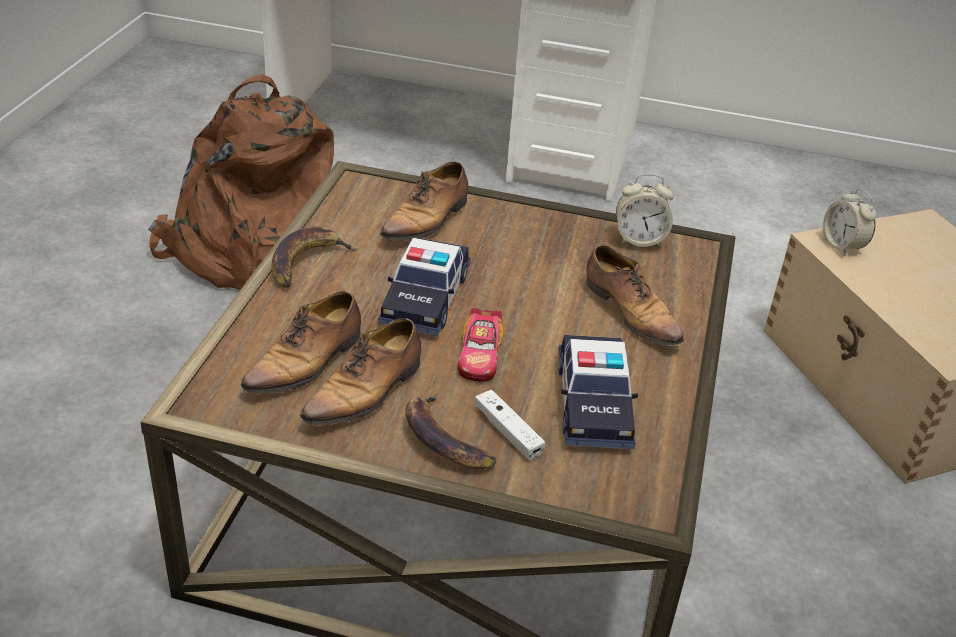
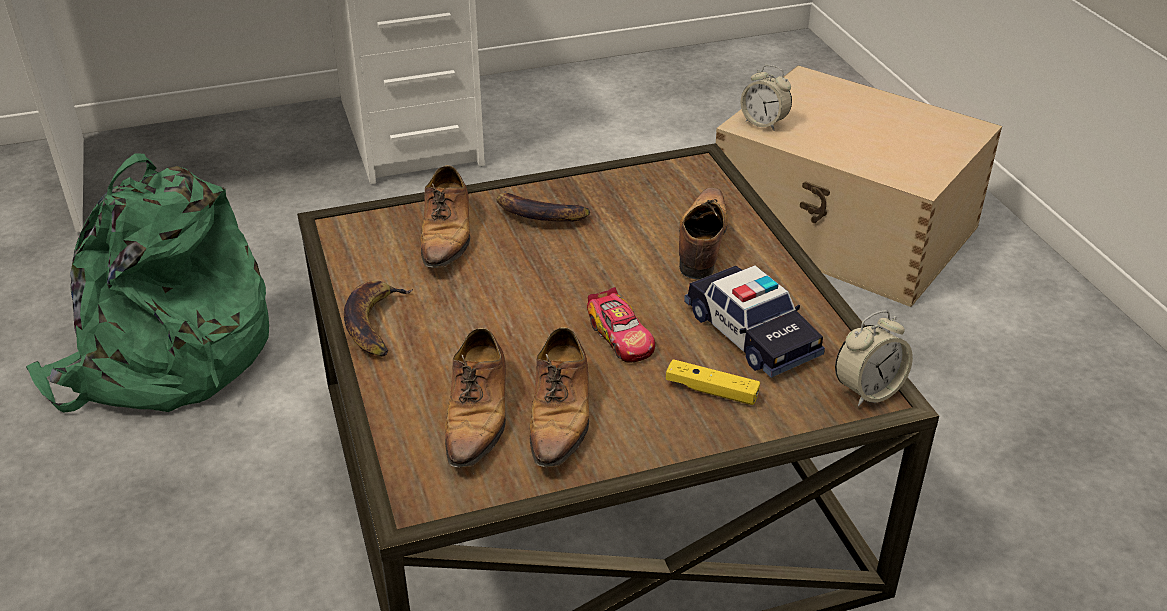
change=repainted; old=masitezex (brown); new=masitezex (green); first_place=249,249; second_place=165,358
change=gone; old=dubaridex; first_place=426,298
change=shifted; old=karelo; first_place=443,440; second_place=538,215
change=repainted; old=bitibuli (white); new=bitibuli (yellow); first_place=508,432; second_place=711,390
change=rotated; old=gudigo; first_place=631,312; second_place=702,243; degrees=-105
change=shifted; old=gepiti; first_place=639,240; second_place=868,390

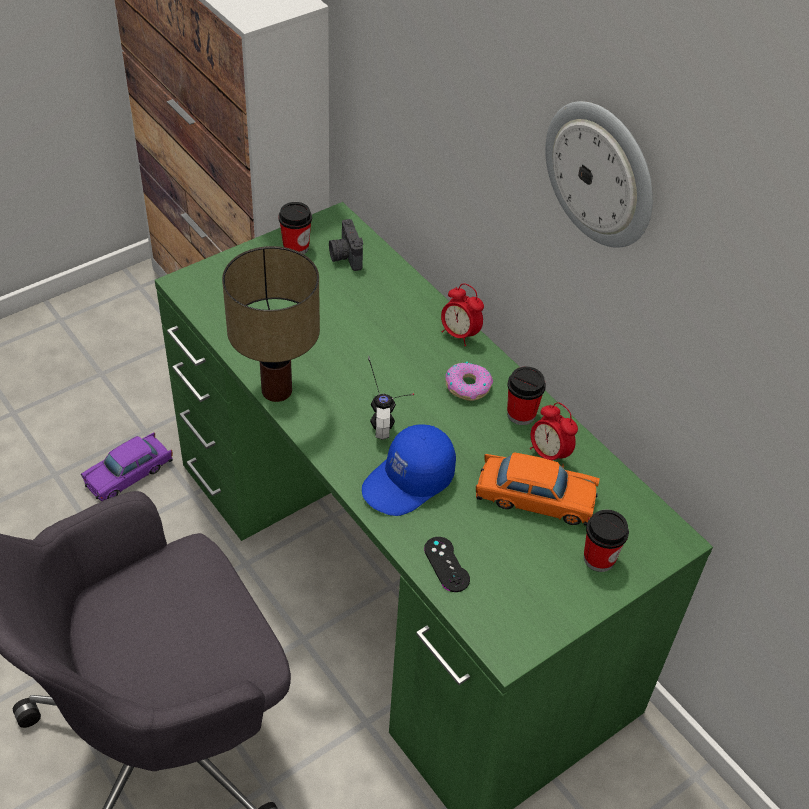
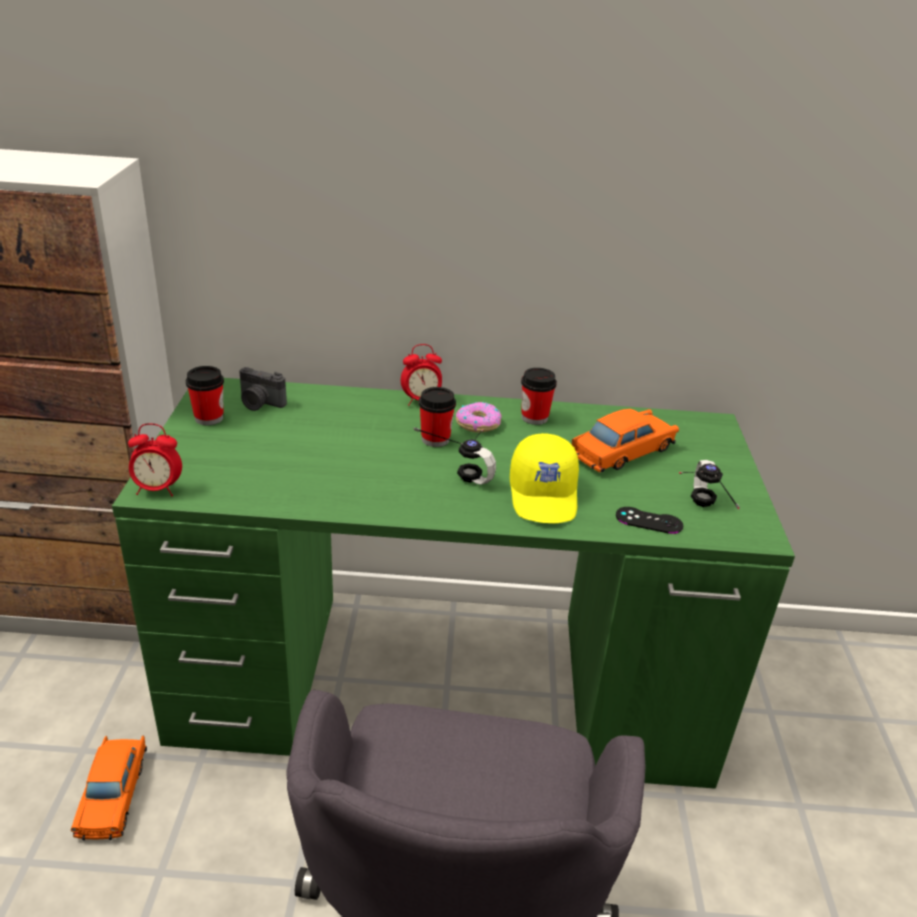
change=repainted; old=dubaridex (purple); new=dubaridex (orange); first_place=129,474; second_place=114,794
change=gone; old=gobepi; first_place=275,391
change=repainted; old=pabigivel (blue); new=pabigivel (yellow); first_place=409,482; second_place=545,495
change=shifted; old=gepiti; first_place=548,454; second_place=158,489
change=gone; old=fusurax; first_place=601,174
change=shifted; old=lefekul; first_place=599,558; second_place=435,439
change=new; new=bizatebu; second_place=696,511

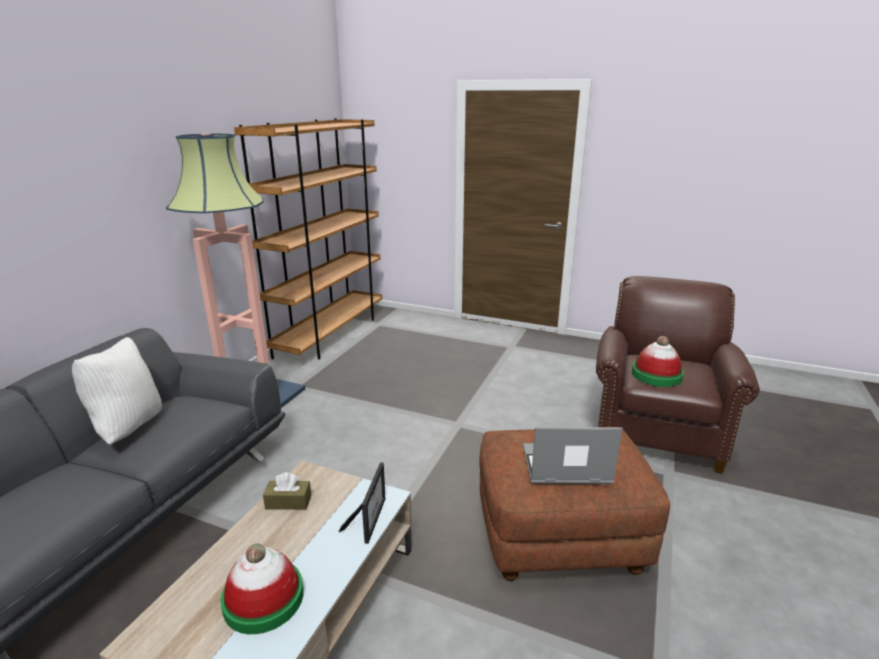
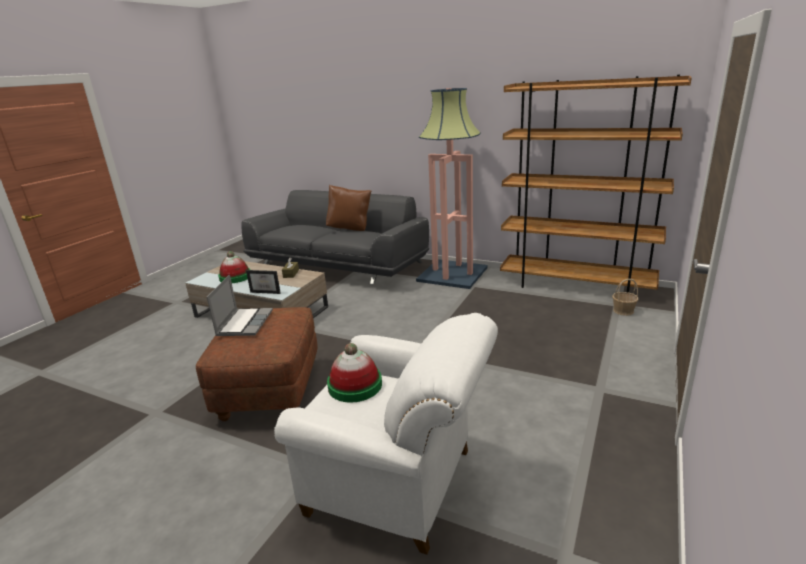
change=repainted; old=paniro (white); new=paniro (brown); first_place=128,427; second_place=350,229
change=repainted; old=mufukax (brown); new=mufukax (white); first_place=656,428; second_place=399,483
change=new; new=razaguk; second_place=623,311

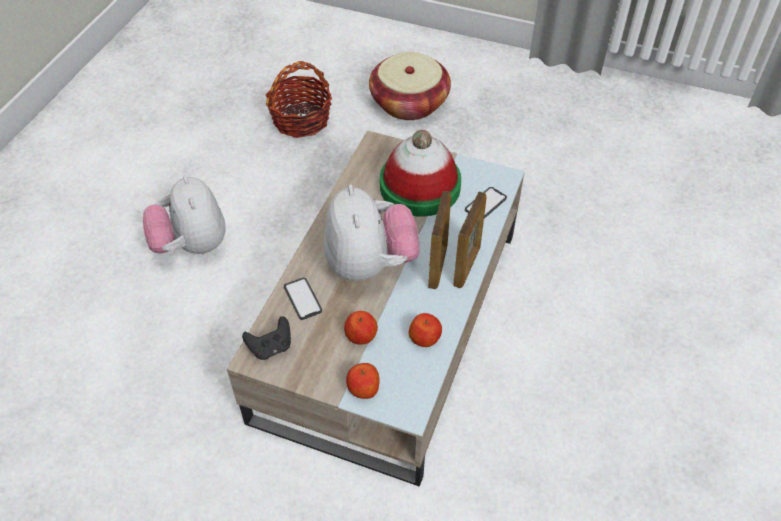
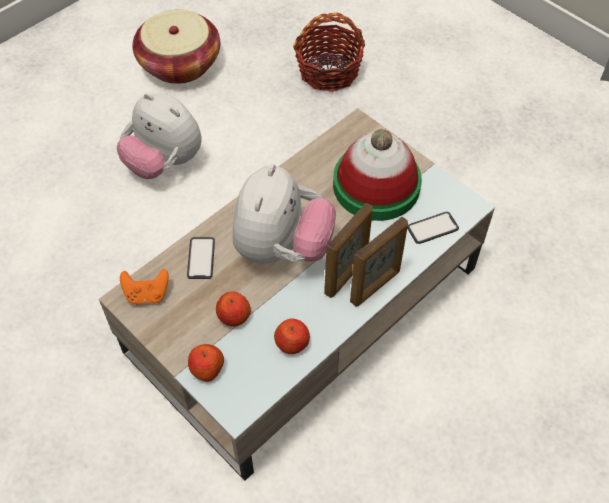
change=rotated; old=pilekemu; first_place=191,245; second_place=164,163; degrees=-60
change=repainted; old=bitibuli (black); new=bitibuli (orange); first_place=271,347; second_place=147,294
change=shifted; old=razaguk; first_place=409,103; second_place=180,64

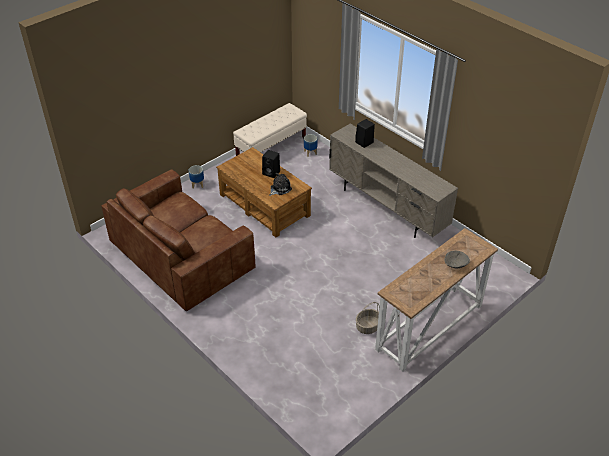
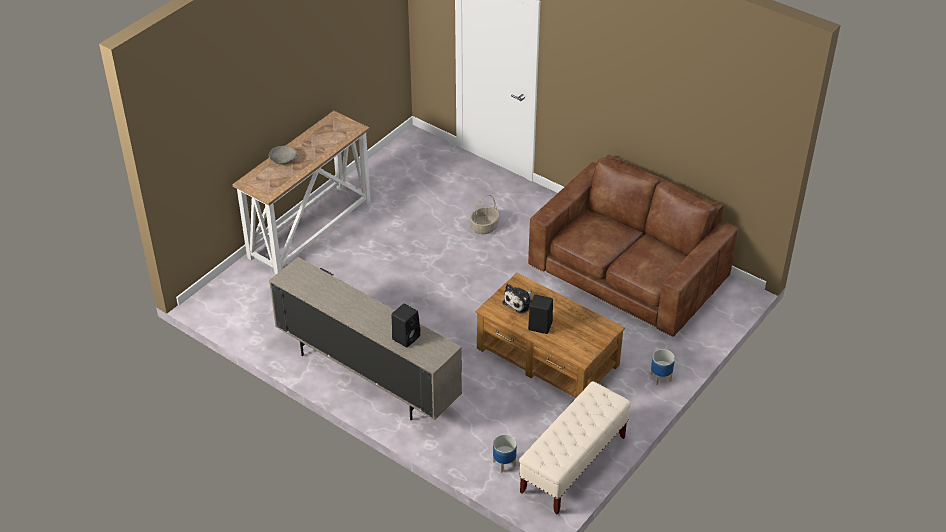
change=shifted; old=razaguk; first_place=368,326; second_place=484,227

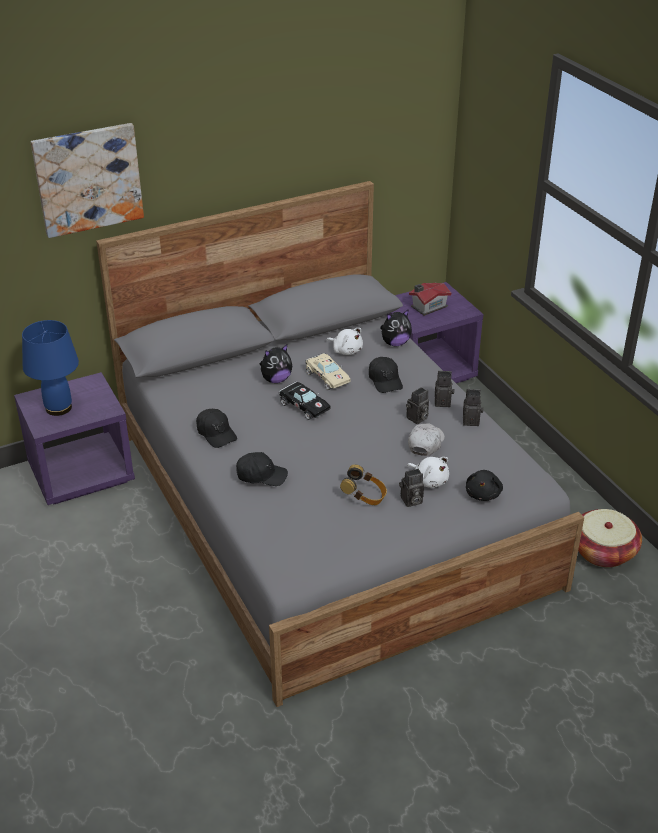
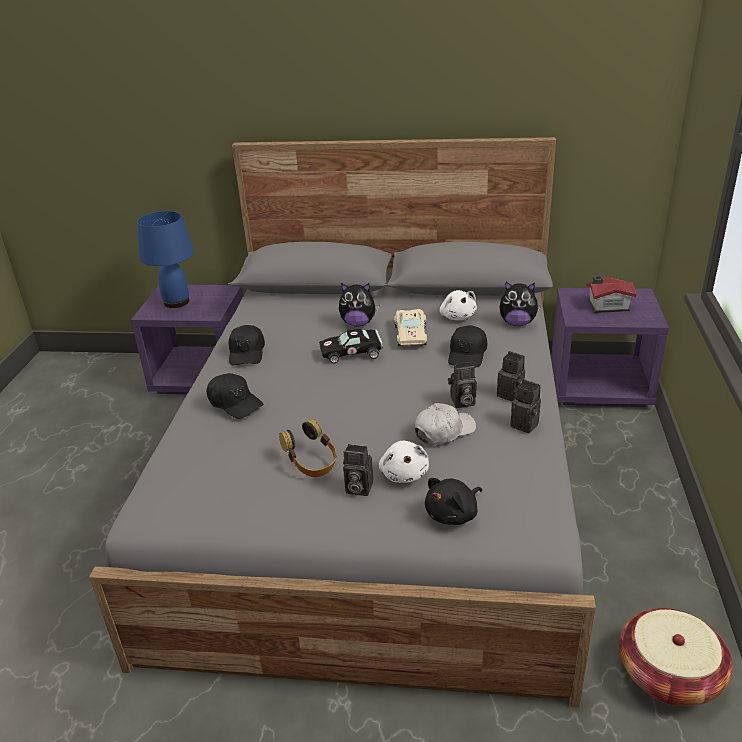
change=gone; old=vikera; first_place=88,179
change=rotated; old=dubaridex (black); first_place=303,406; second_place=354,353; degrees=90

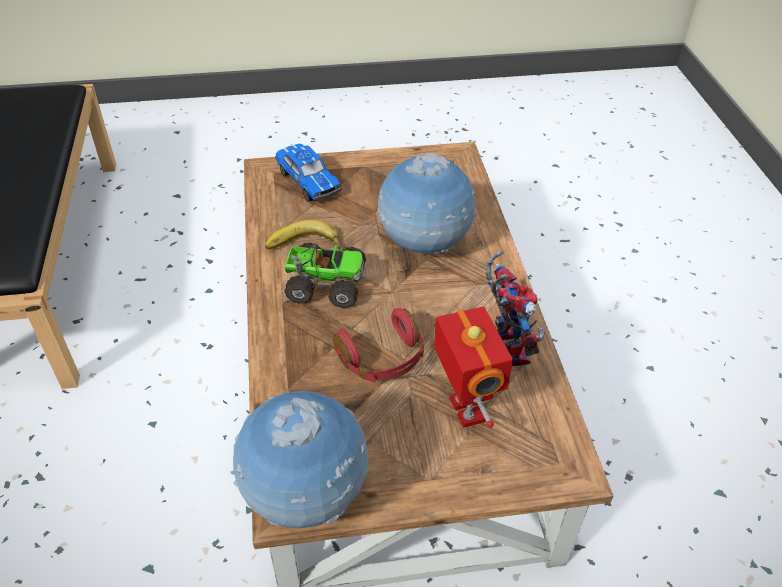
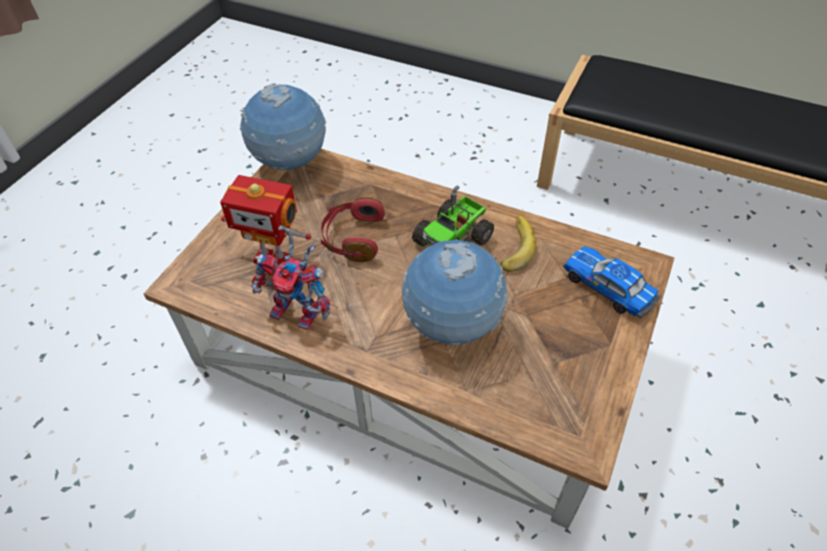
change=rotated; old=dubaridex; first_place=308,180; second_place=608,288; degrees=45

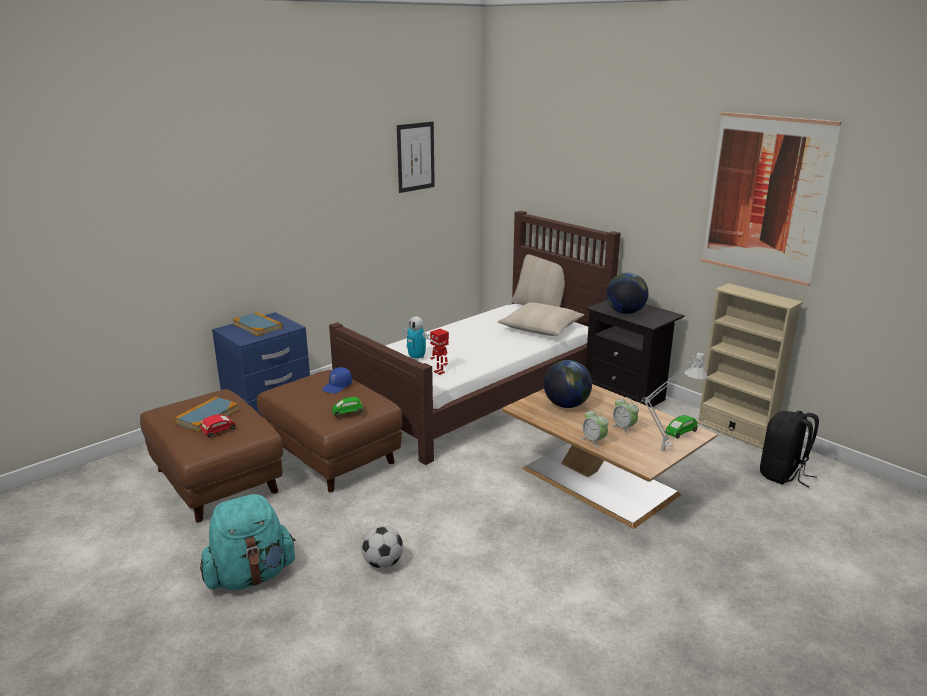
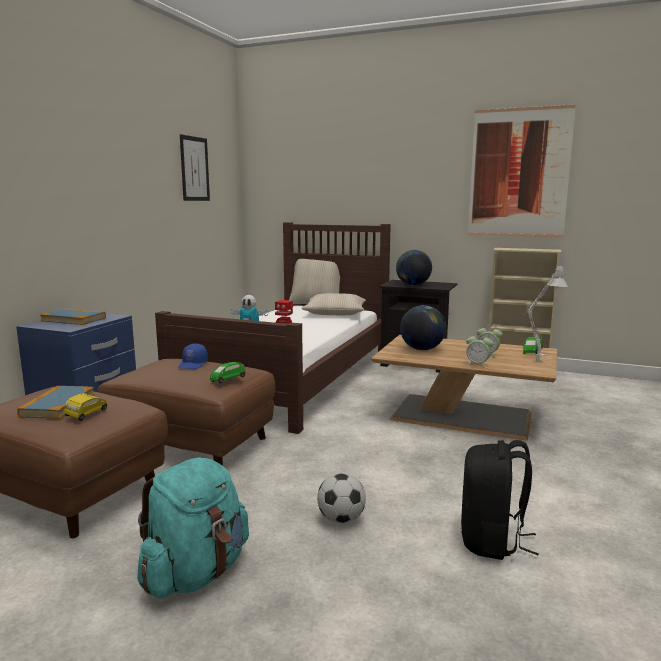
change=repainted; old=dubaridex (red); new=dubaridex (yellow); first_place=219,431; second_place=87,414
change=shifted; old=masitezex (black); first_place=783,474; second_place=492,541

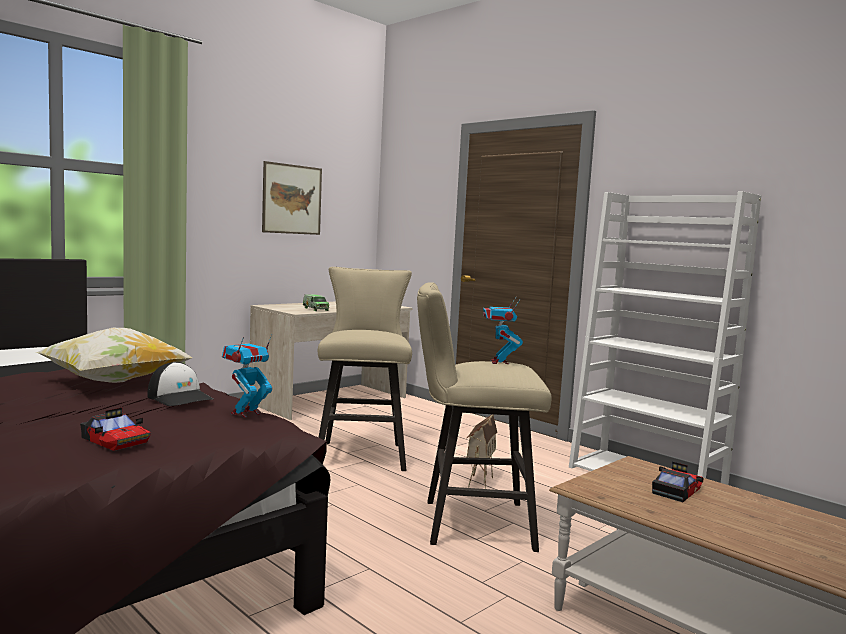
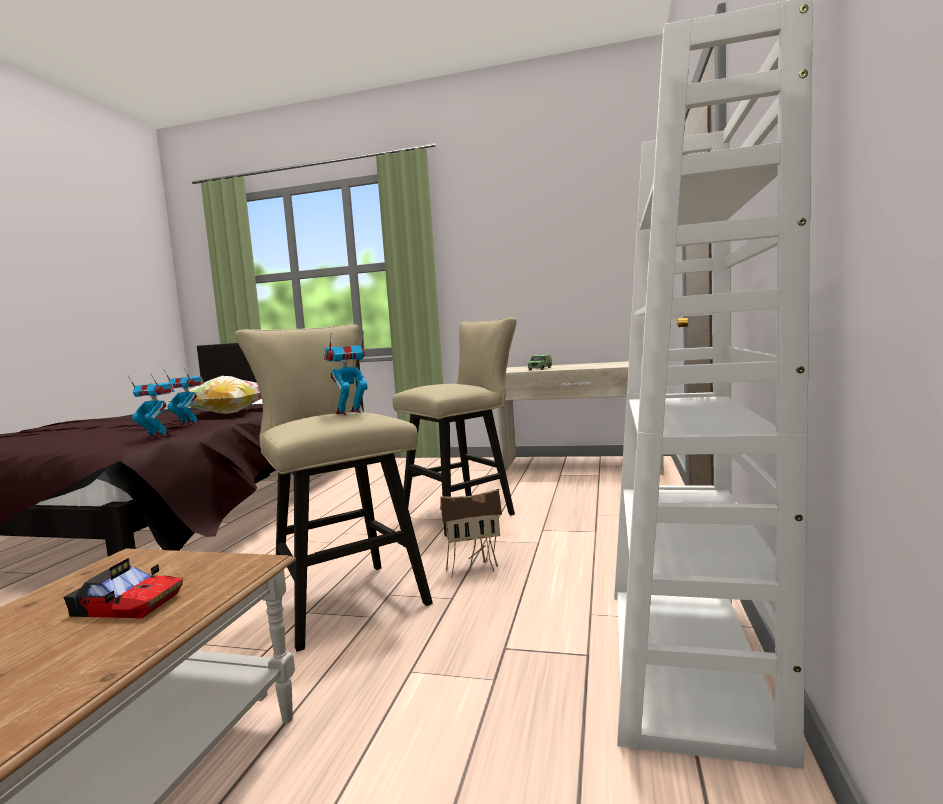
change=gone; old=dubaridex; first_place=115,440
change=swapped; old=pabigivel; new=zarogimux; first_place=180,397; second_place=189,423
change=gone; old=vikera; first_place=292,199

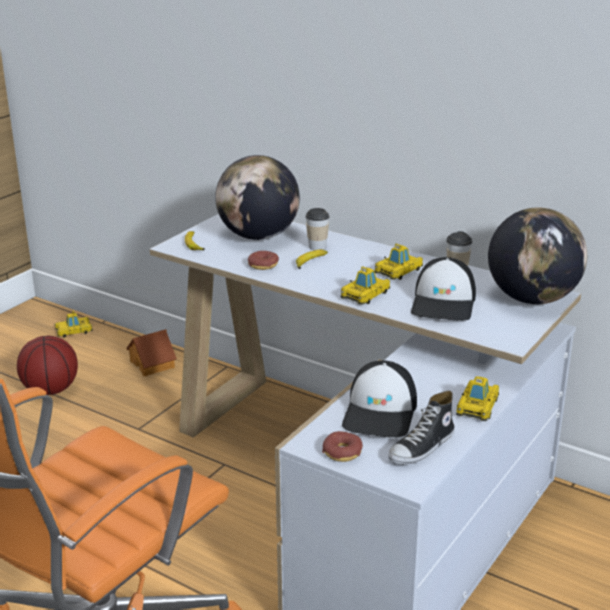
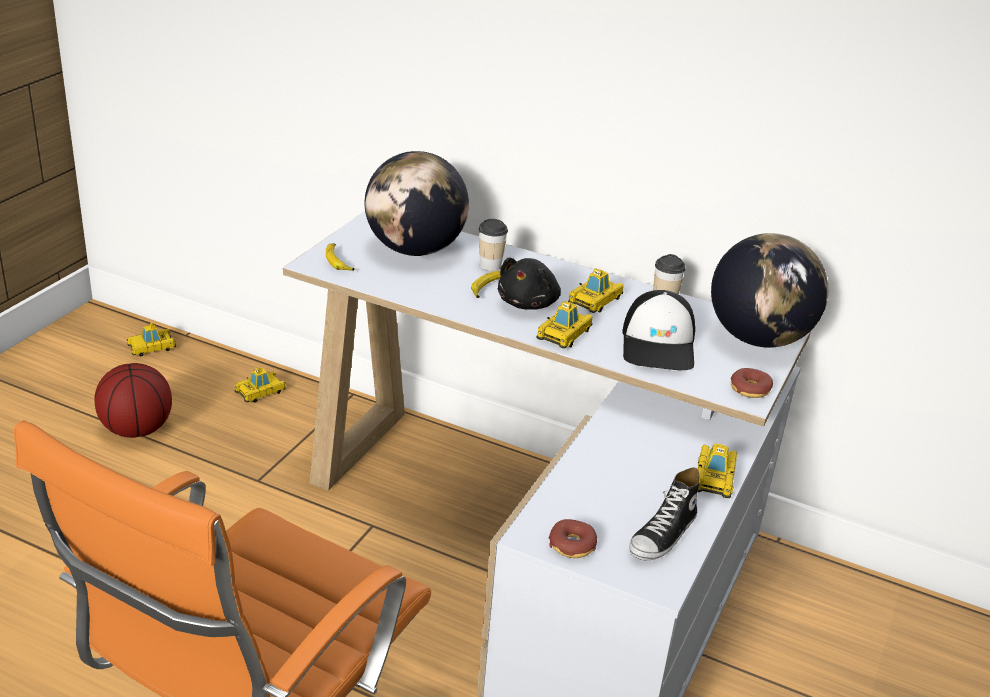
change=swapped; old=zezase; new=dubaridex; first_place=153,364; second_place=260,392
change=shifted; old=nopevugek; first_place=263,265; second_place=750,389
change=gone; old=pabigivel; first_place=381,412
change=new; new=pilekemu (black); second_place=529,303

